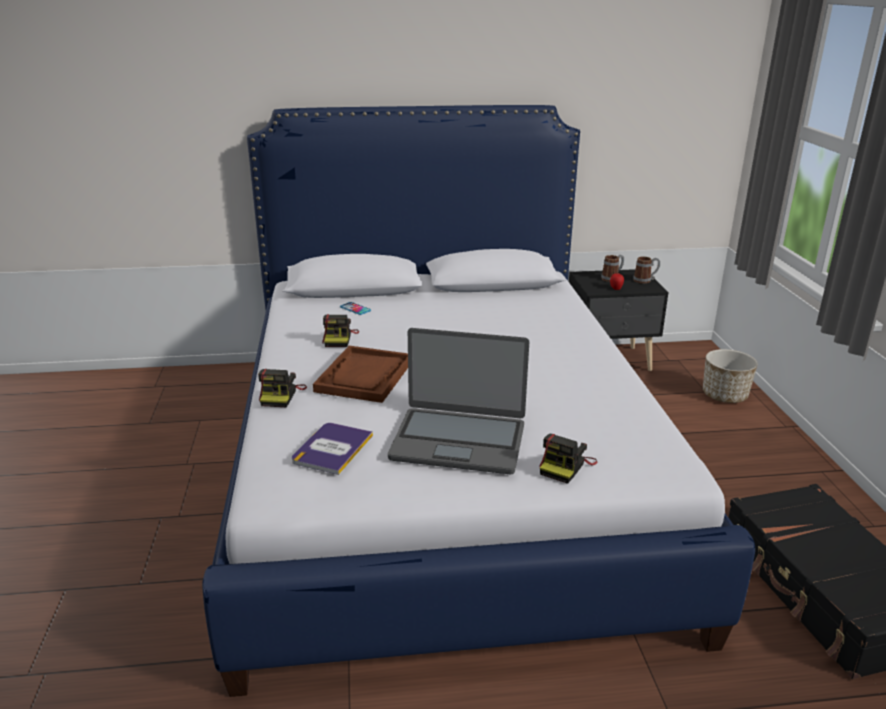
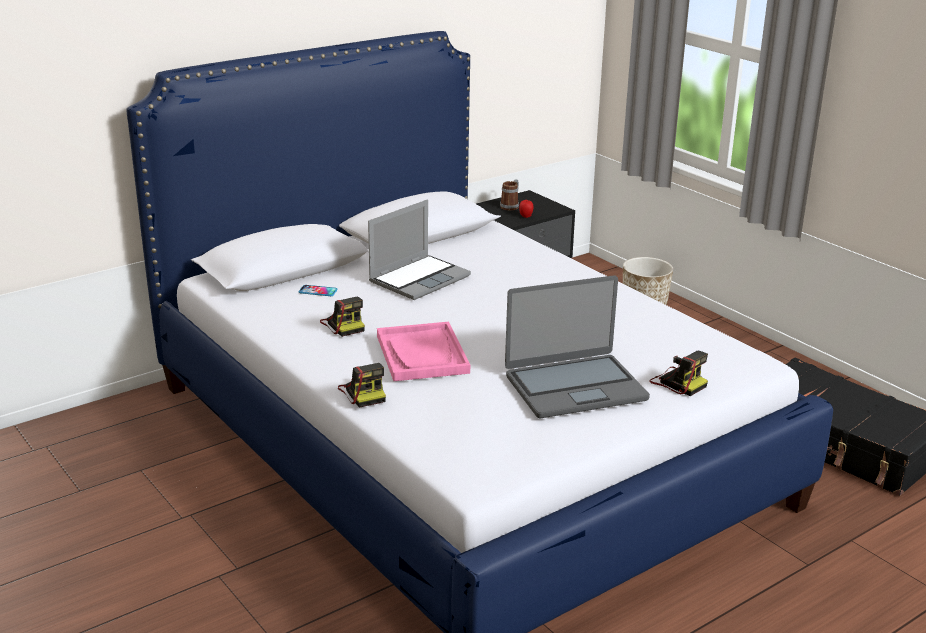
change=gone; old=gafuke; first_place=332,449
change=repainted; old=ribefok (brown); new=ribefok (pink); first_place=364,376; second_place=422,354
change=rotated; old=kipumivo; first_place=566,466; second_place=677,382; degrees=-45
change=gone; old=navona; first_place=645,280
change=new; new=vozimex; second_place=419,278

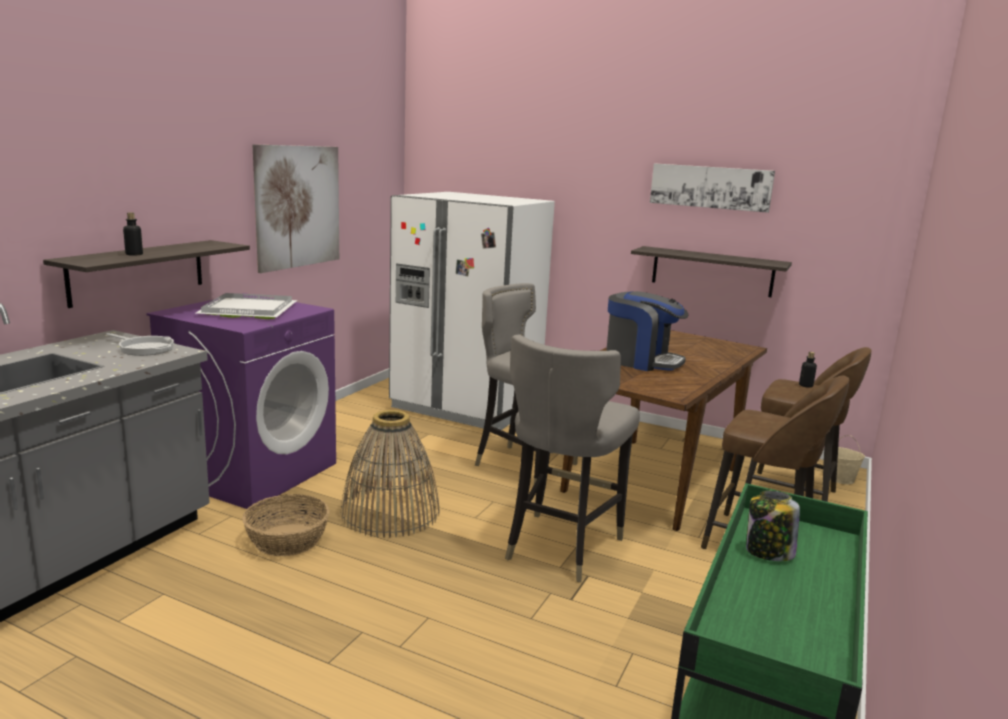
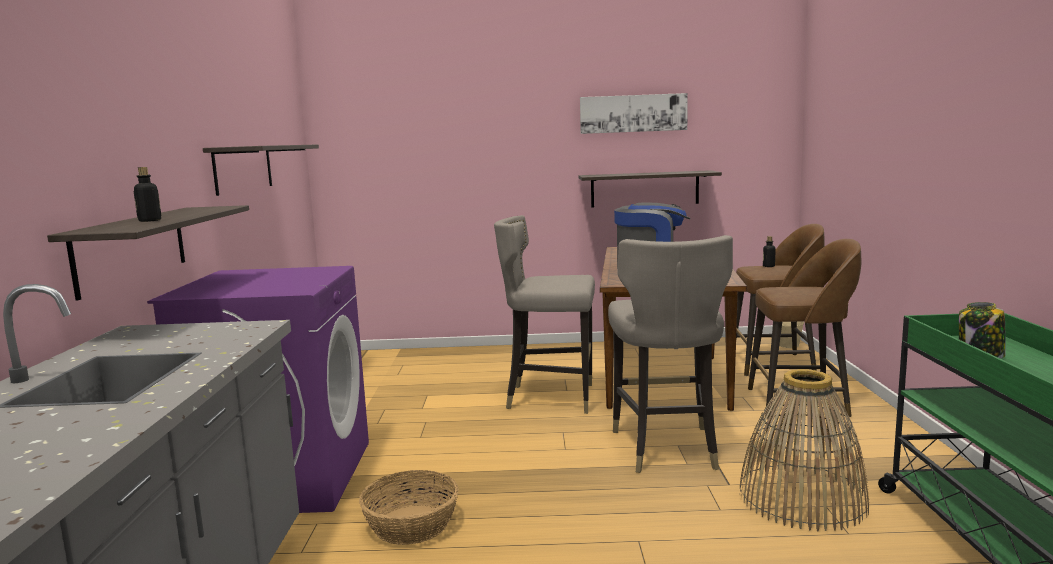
change=gone; old=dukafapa; first_place=144,348
change=gone; old=ribefok (white); first_place=249,310
change=swapped; old=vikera; new=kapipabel; first_place=298,206; second_place=243,168
change=shifted; old=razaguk; first_place=390,513; second_place=802,498
change=gone; old=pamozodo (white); first_place=466,406

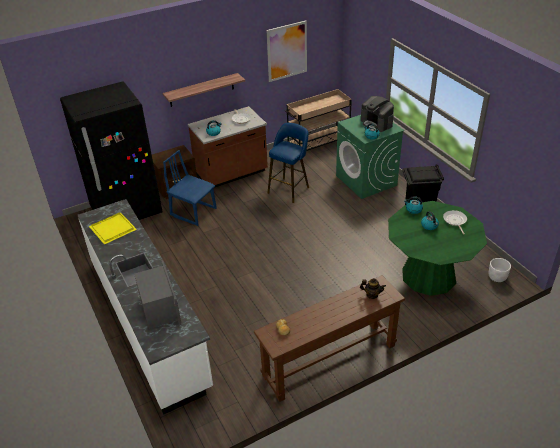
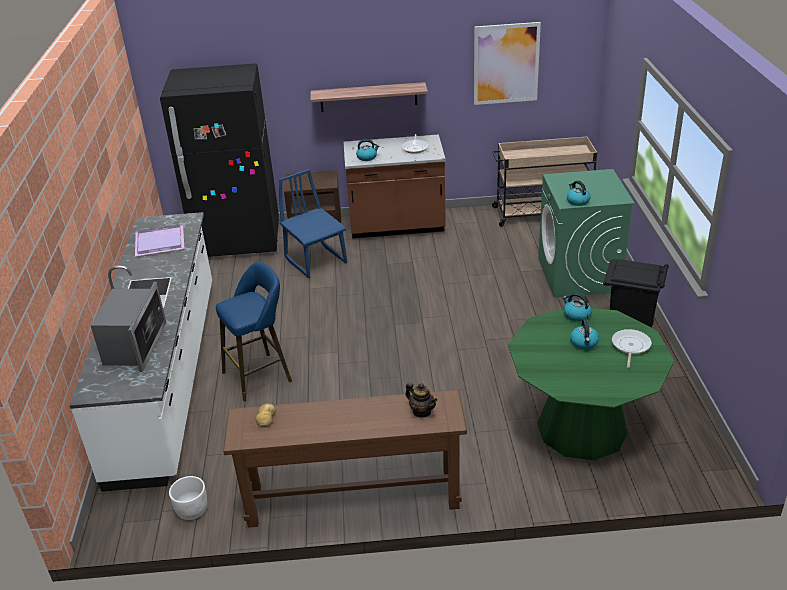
change=repainted; old=ribefok (yellow); new=ribefok (purple); first_place=113,228; second_place=161,241
change=shifted; old=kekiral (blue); first_place=289,189; second_place=260,375
change=gone; old=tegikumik; first_place=376,123
change=shifted; old=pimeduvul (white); first_place=497,277; second_place=192,510

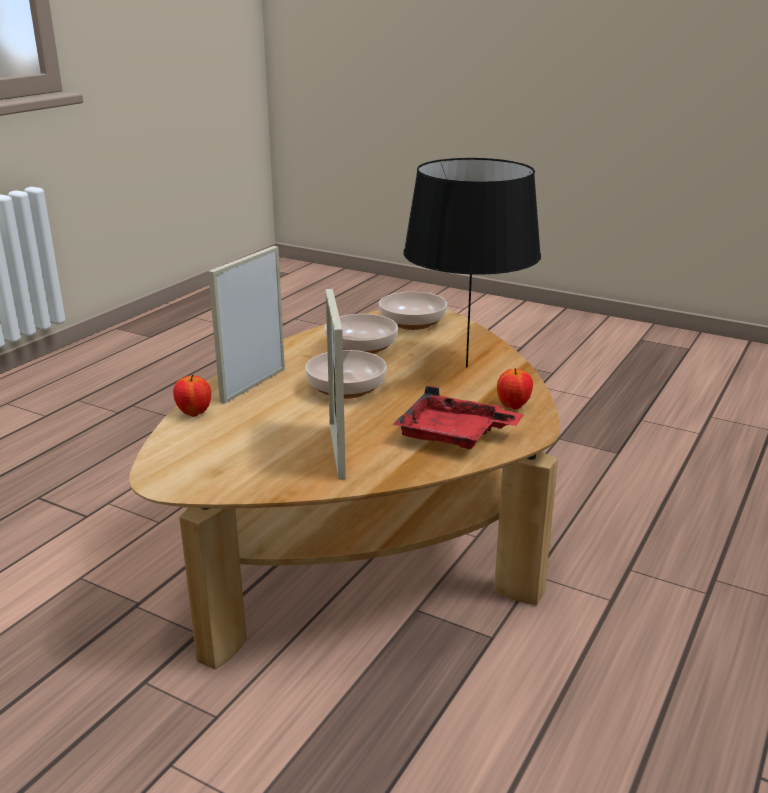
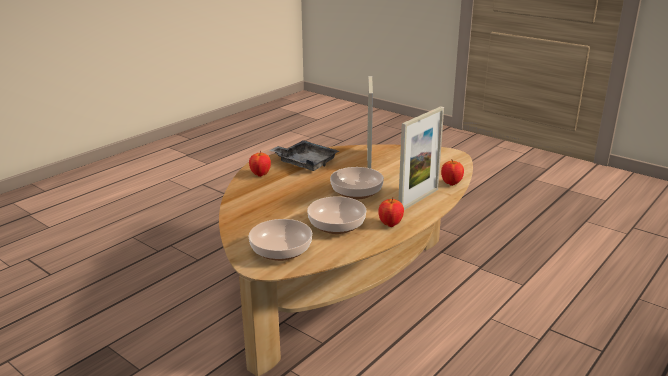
change=repainted; old=ribefok (red); new=ribefok (grey); first_place=454,435; second_place=305,162
change=gone; old=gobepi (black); first_place=467,367
change=new; new=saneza; second_place=390,224

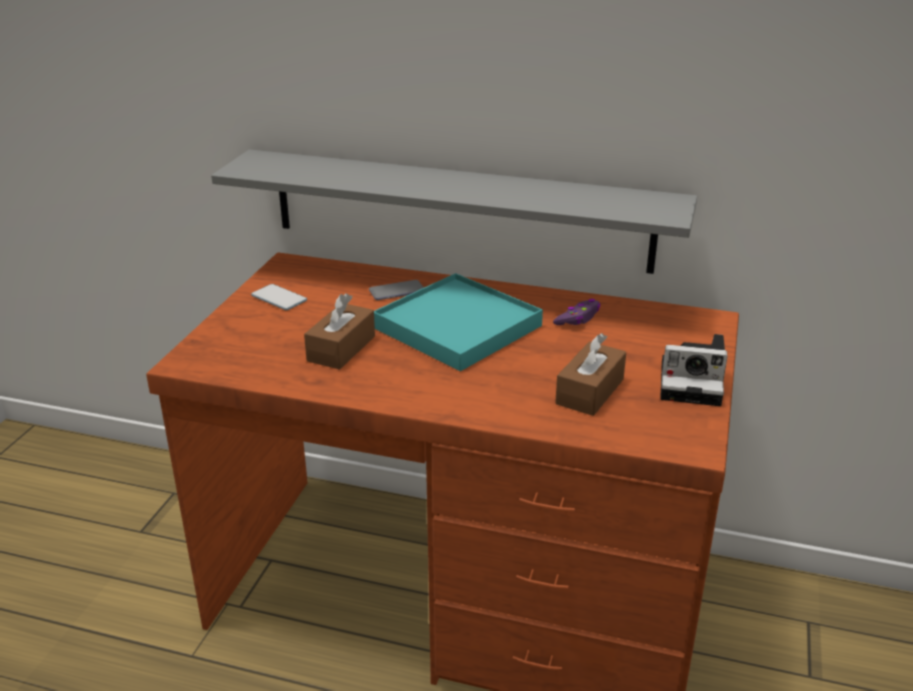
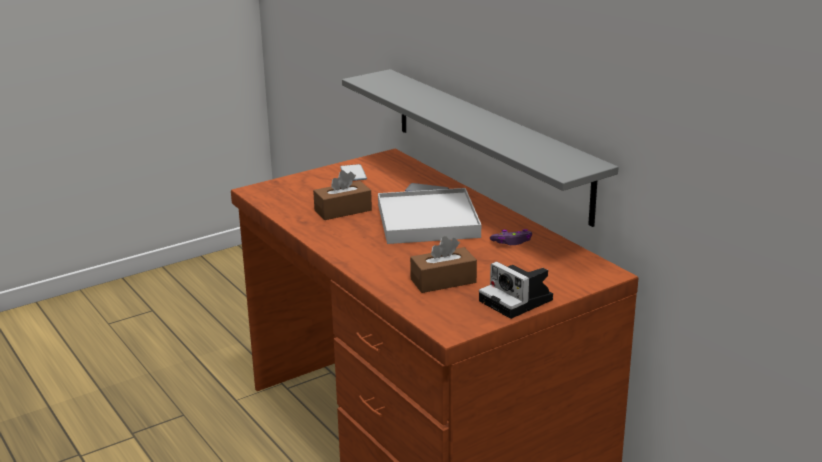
change=repainted; old=ribefok (turquoise); new=ribefok (white); first_place=457,327; second_place=427,221

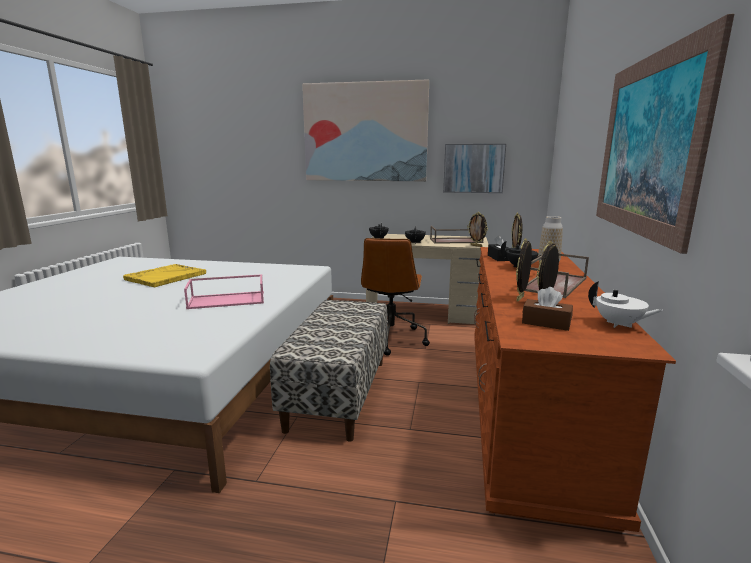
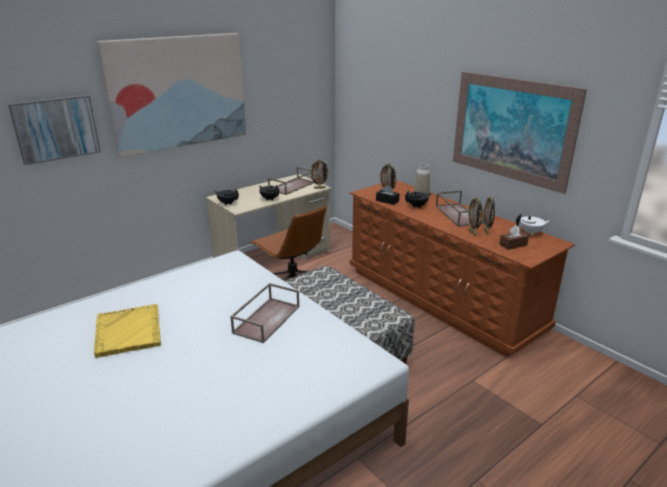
change=repainted; old=ribefok (pink); new=ribefok (brown); first_place=228,300; second_place=266,319
change=shifted; old=vikera; first_place=473,168; second_place=56,129

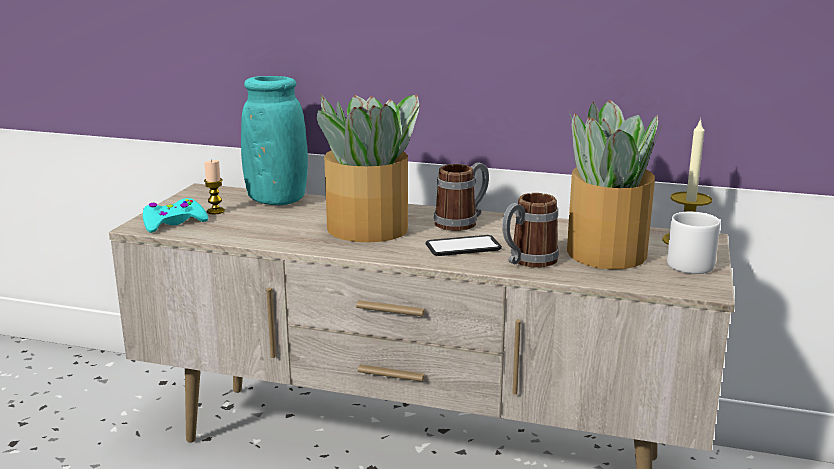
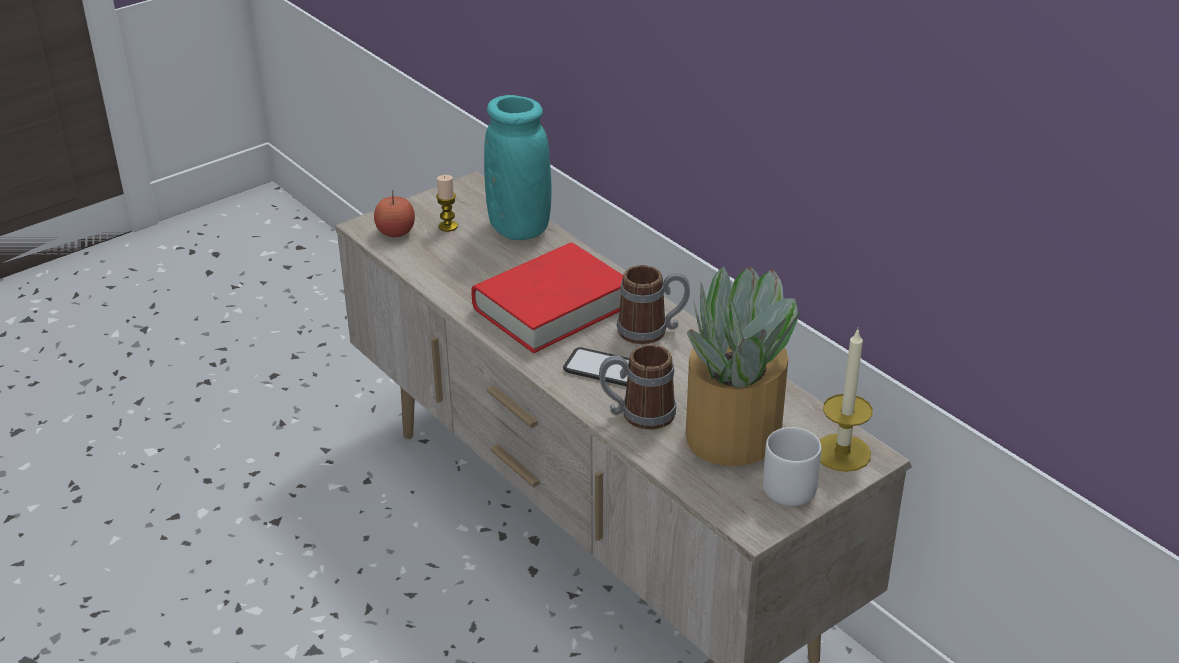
change=swapped; old=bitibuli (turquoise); new=saneza; first_place=173,223; second_place=396,232
change=swapped; old=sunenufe; new=gafuke (red); first_place=369,229; second_place=552,307

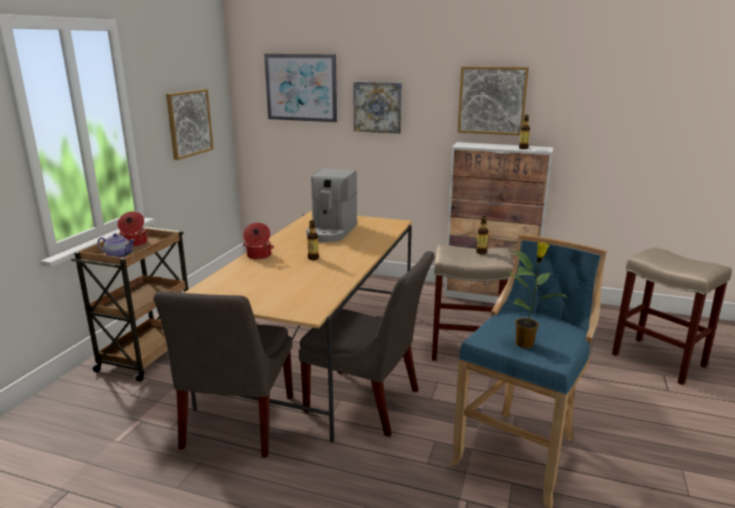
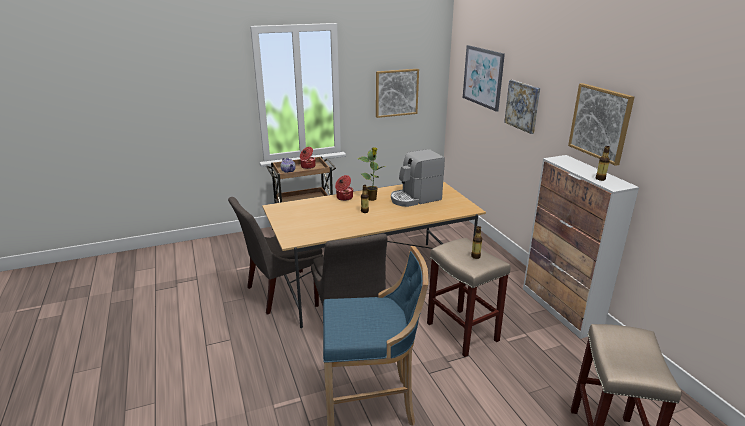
change=shifted; old=sunenufe; first_place=526,343; second_place=372,199

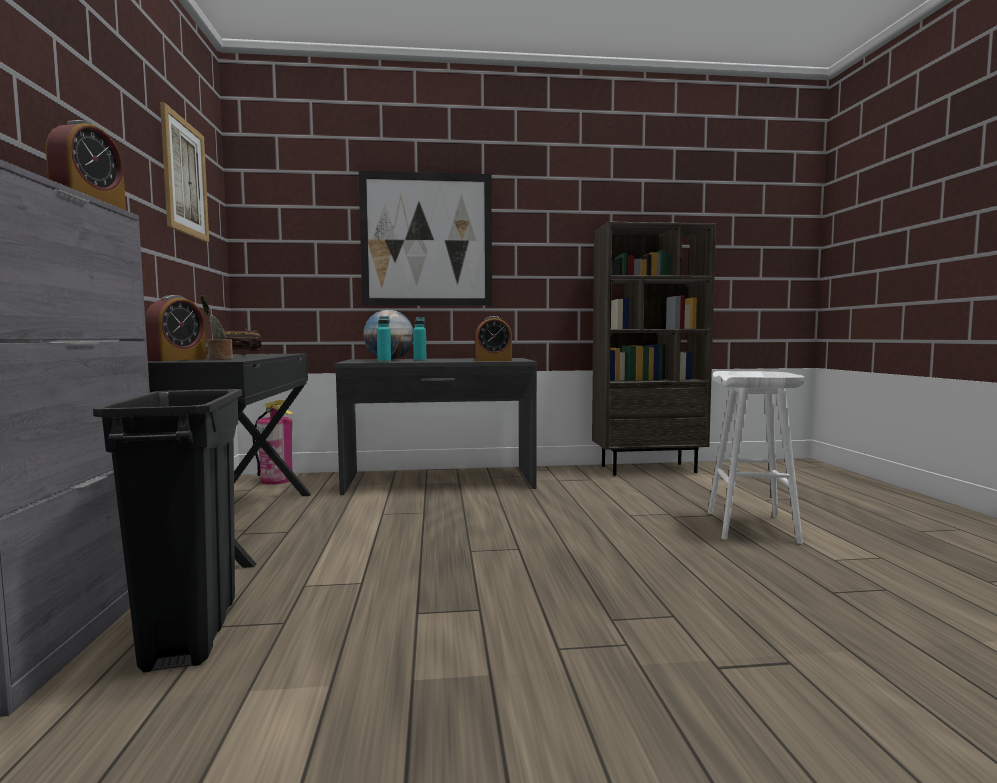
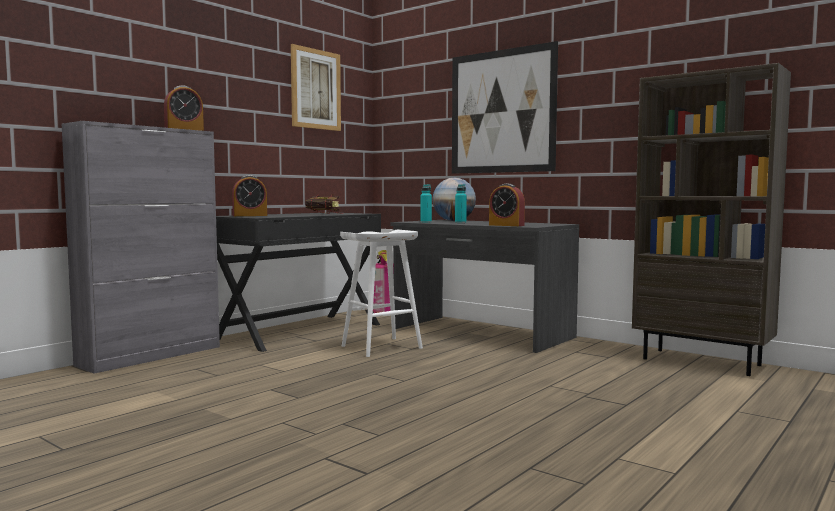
change=gone; old=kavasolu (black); first_place=191,632
change=gone; old=sunenufe; first_place=218,359
change=shifted; old=kekiral (white); first_place=752,527; second_place=381,347

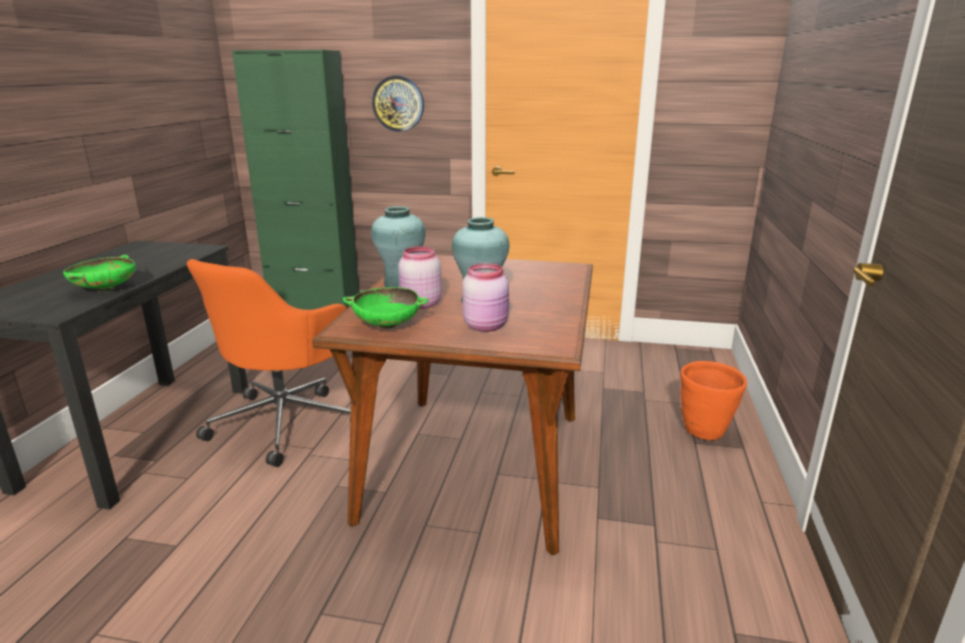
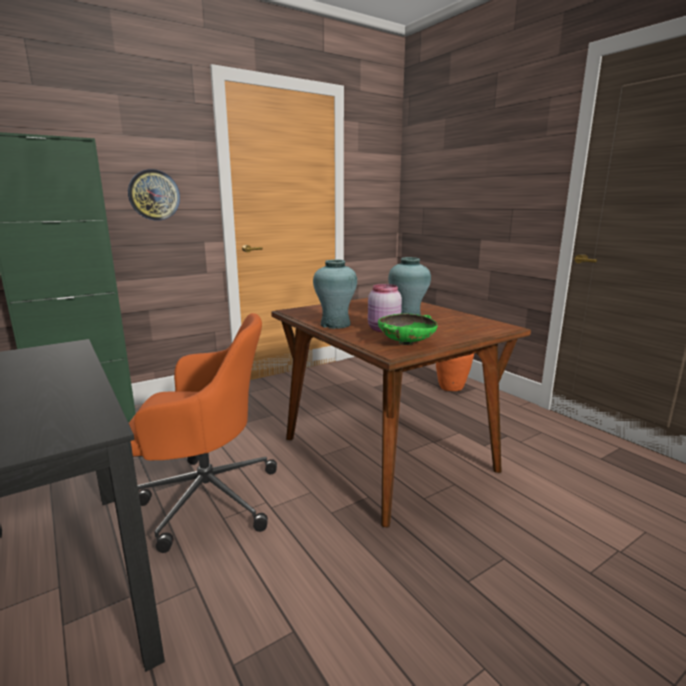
change=gone; old=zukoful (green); first_place=104,289
change=rotated; old=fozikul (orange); first_place=286,421; second_place=206,498; degrees=-75
change=gone; old=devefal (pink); first_place=486,326

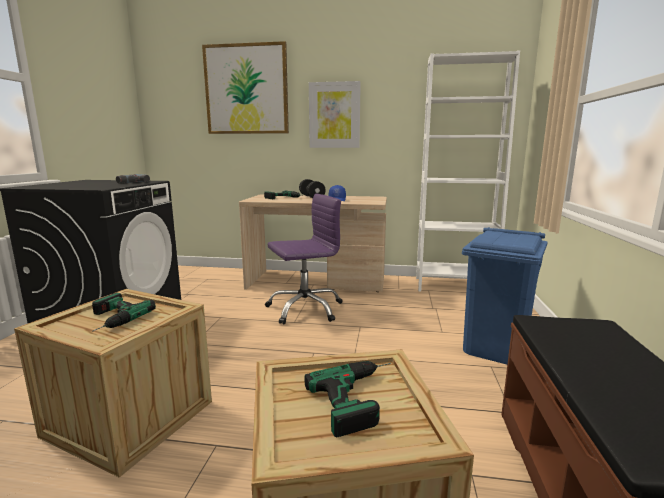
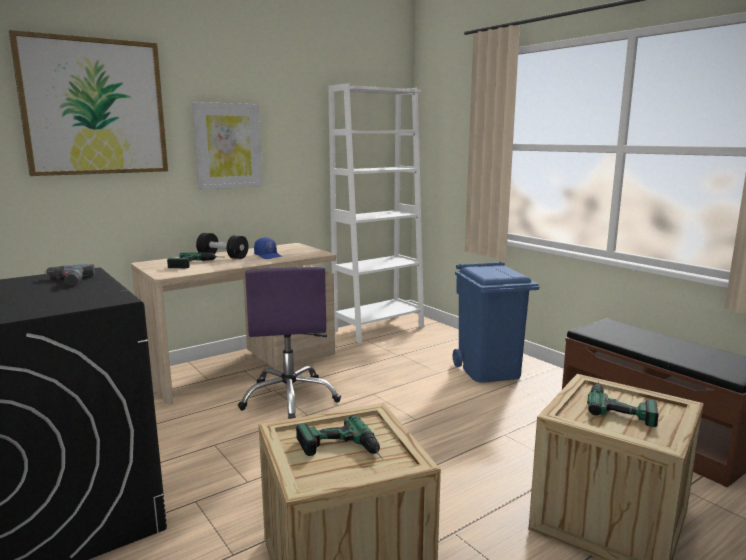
change=rotated; old=fozikul (purple); first_place=305,309; second_place=290,398; degrees=150

